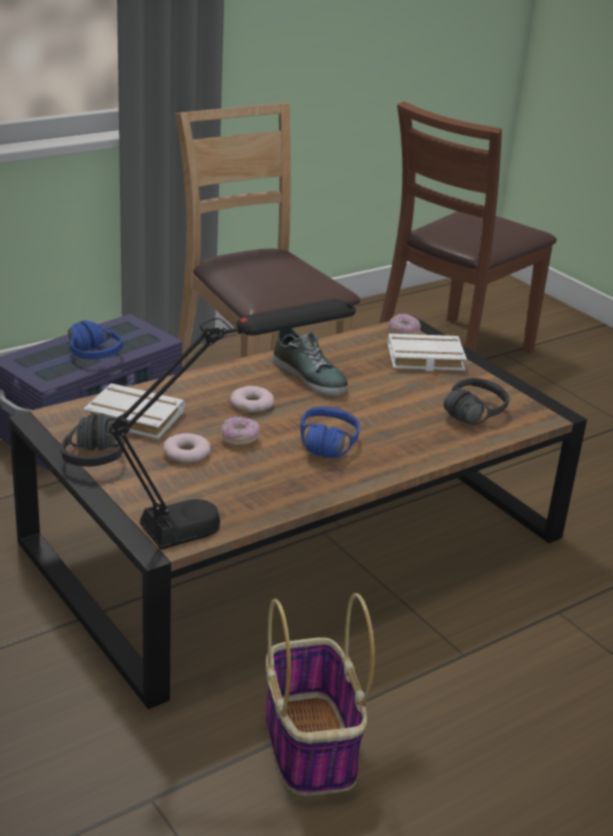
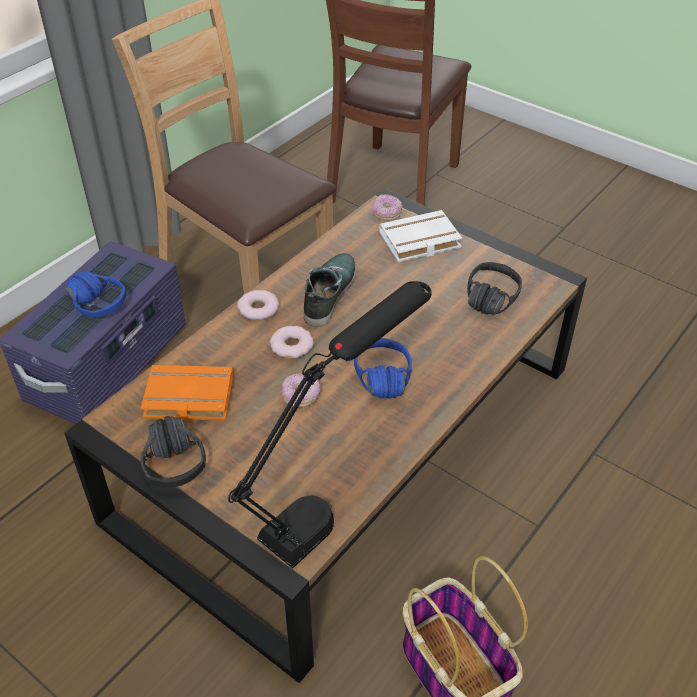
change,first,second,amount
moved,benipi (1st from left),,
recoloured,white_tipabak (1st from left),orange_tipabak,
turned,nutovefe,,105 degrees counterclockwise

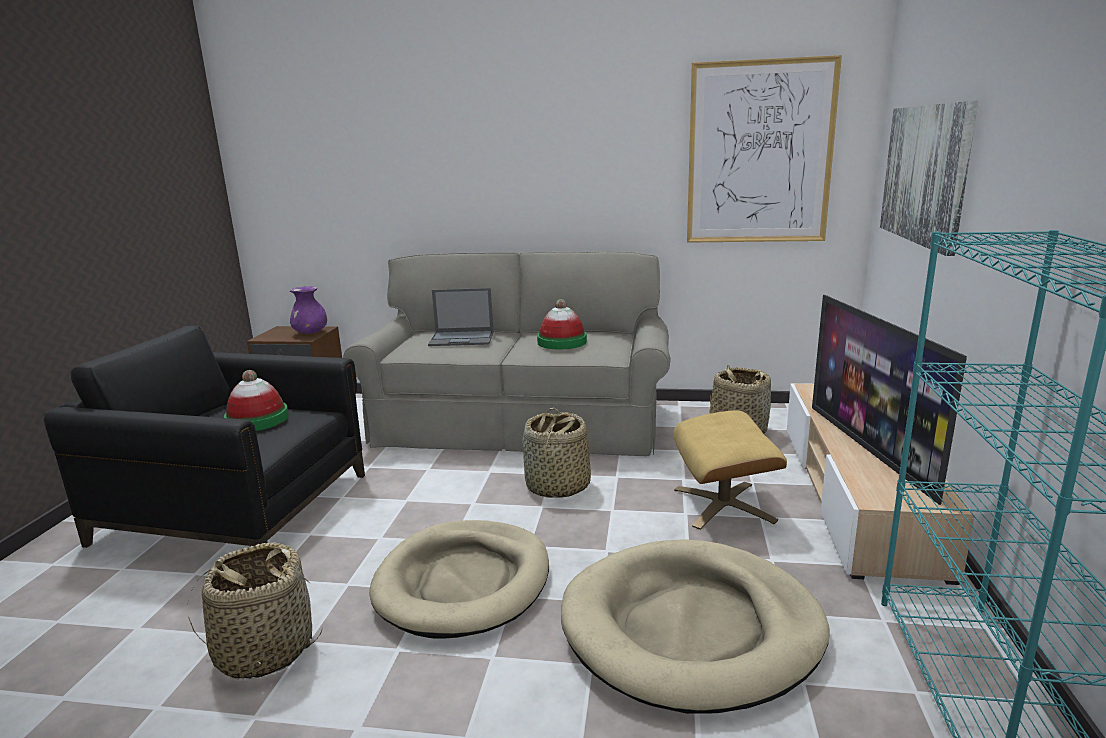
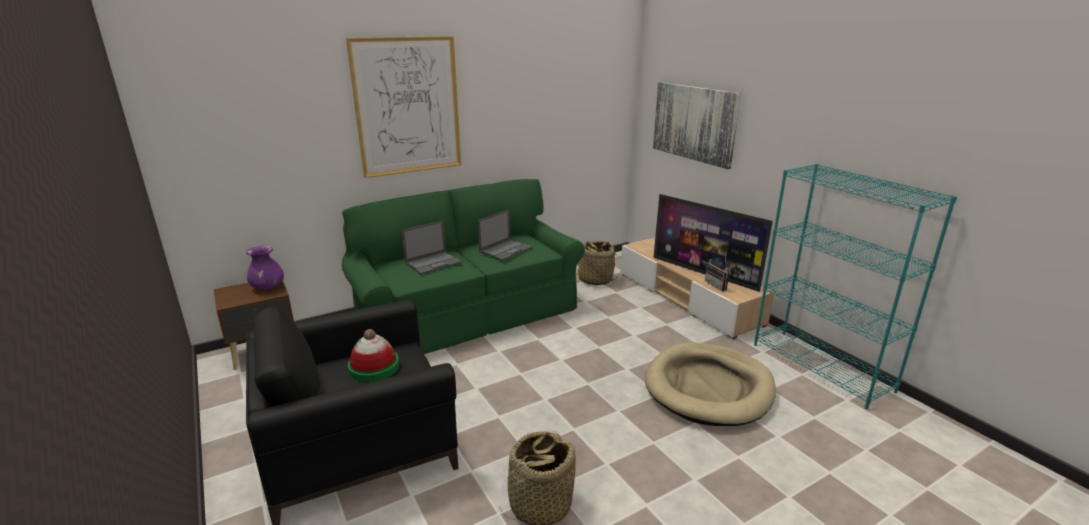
change,first,second,amount
removed,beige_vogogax (1st from left),,
removed,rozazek (2nd from left),,
removed,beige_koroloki,,
added,,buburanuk,
moved,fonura (1st from left),,
replaced,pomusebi (2nd from left),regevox (2nd from left),
recoloured,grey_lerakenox,green_lerakenox,

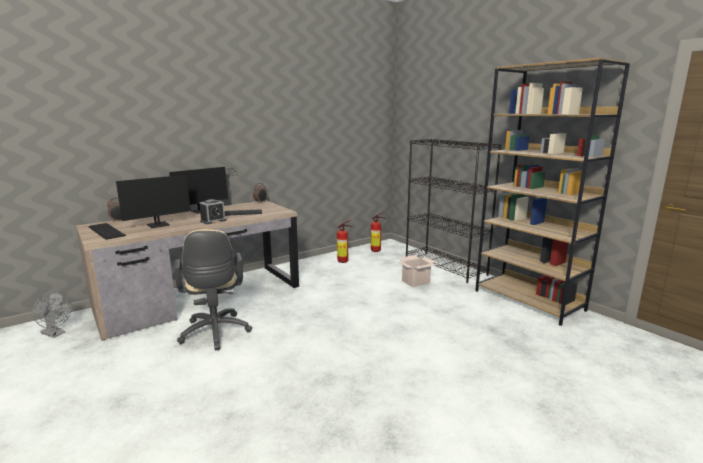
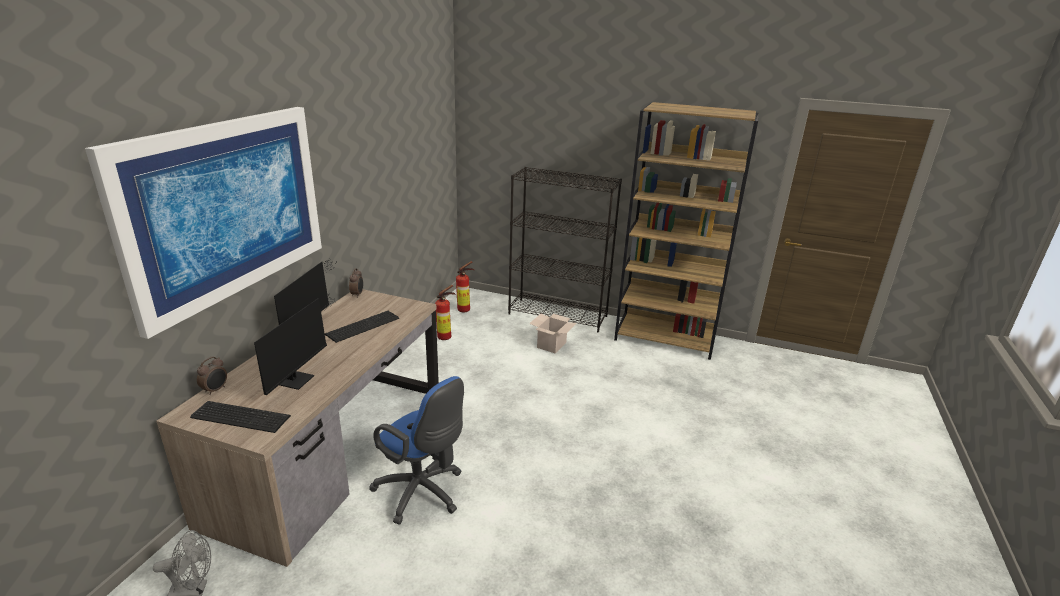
change,first,second,amount
removed,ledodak (2nd from left),,
added,,fonura,
recoloured,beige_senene,blue_senene,

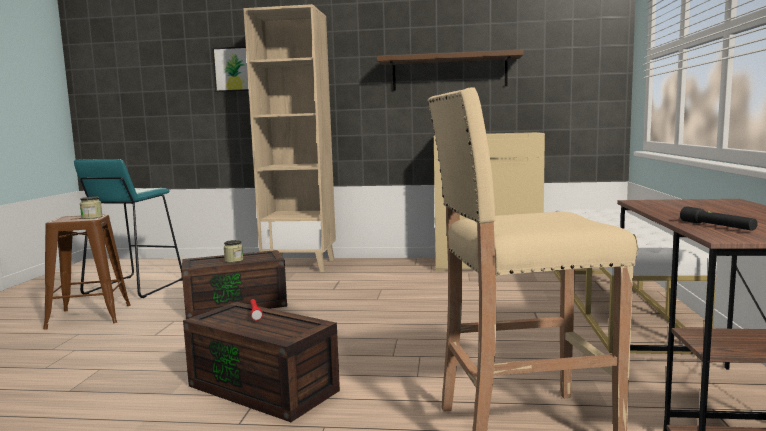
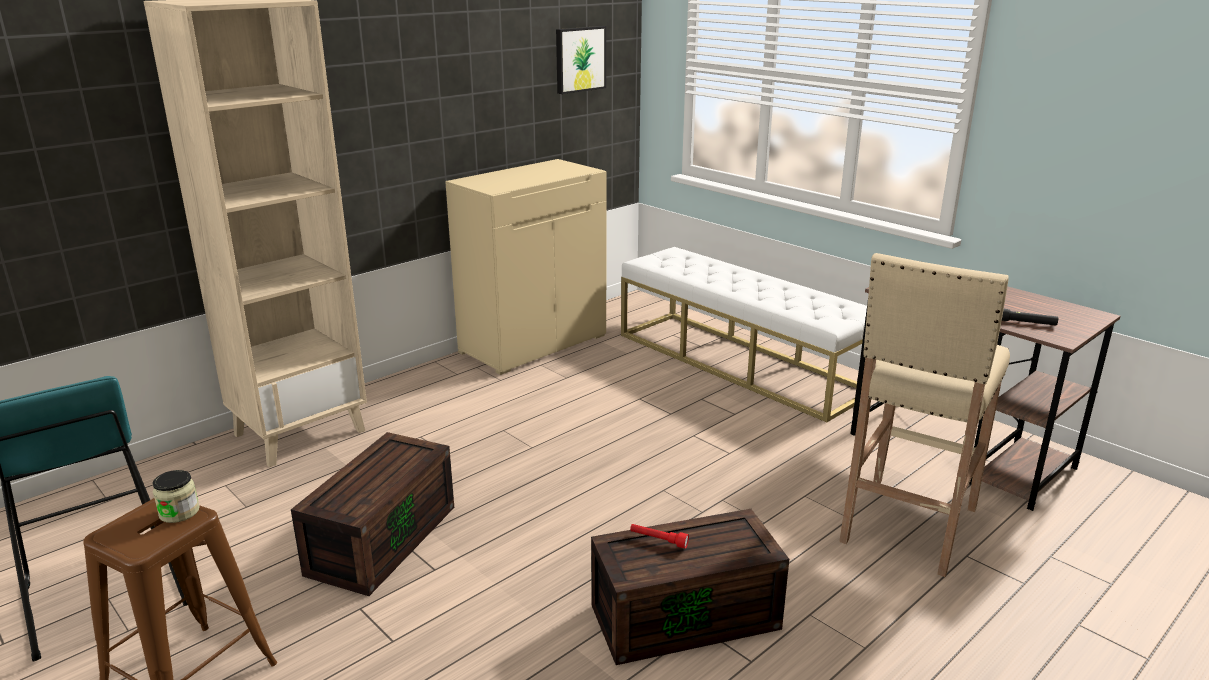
change,first,second,amount
removed,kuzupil (2nd from left),,
removed,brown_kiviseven,,
moved,fonura,,

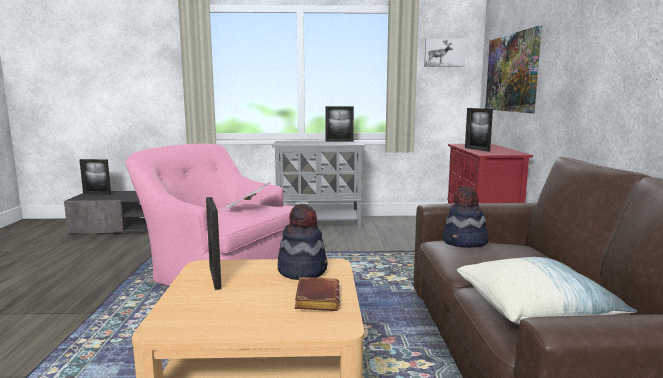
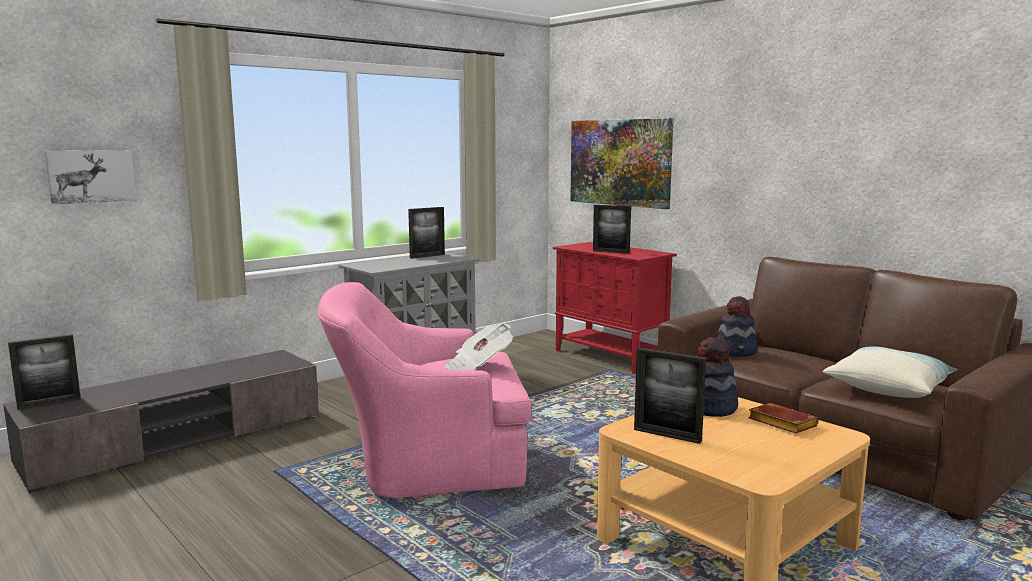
change,first,second,amount
moved,fonura (1st from left),,

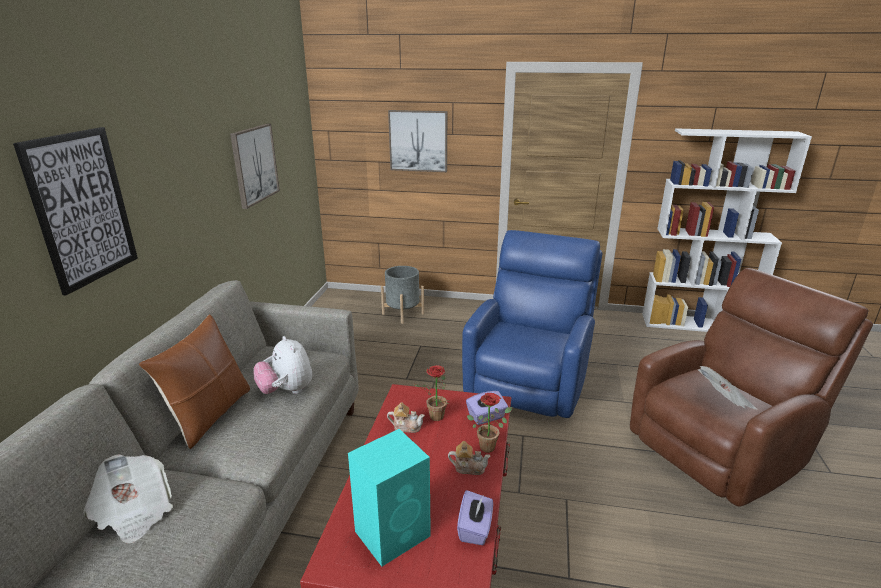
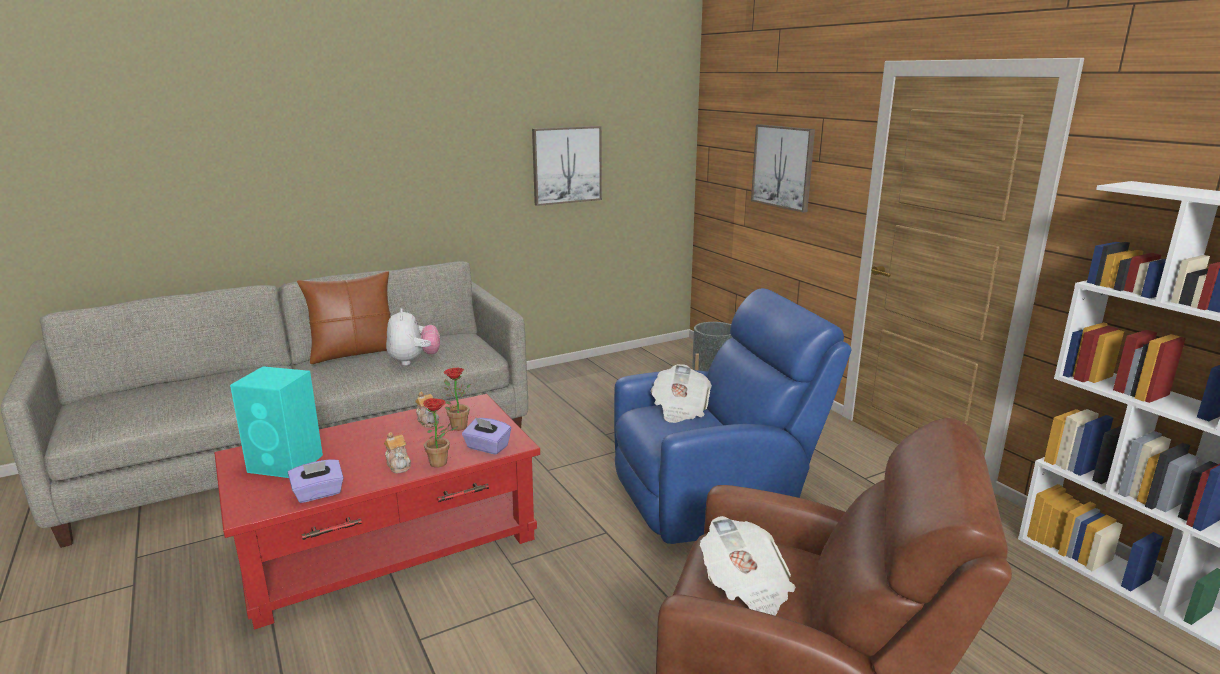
change,first,second,amount
removed,fonura (1st from left),,
moved,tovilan (1st from left),,
turned,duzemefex,,150 degrees clockwise

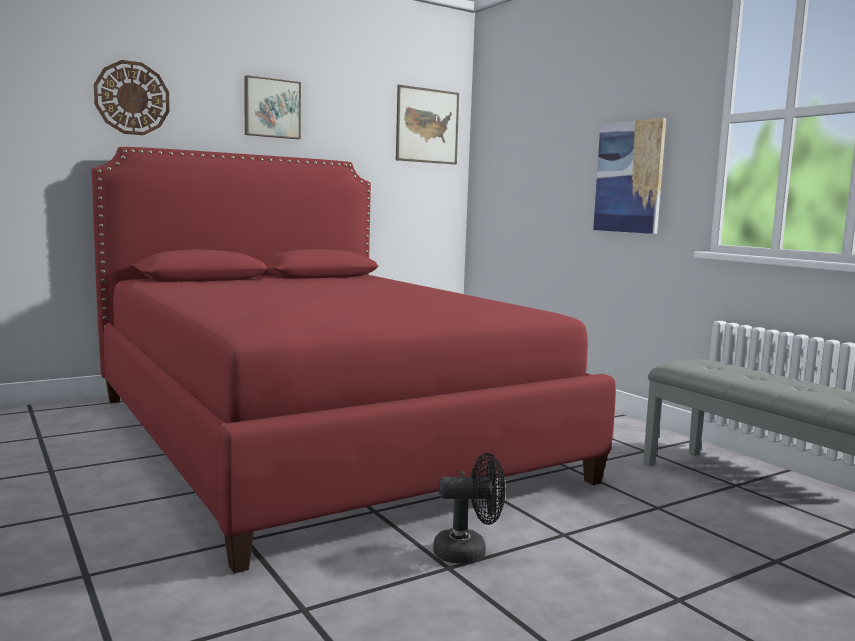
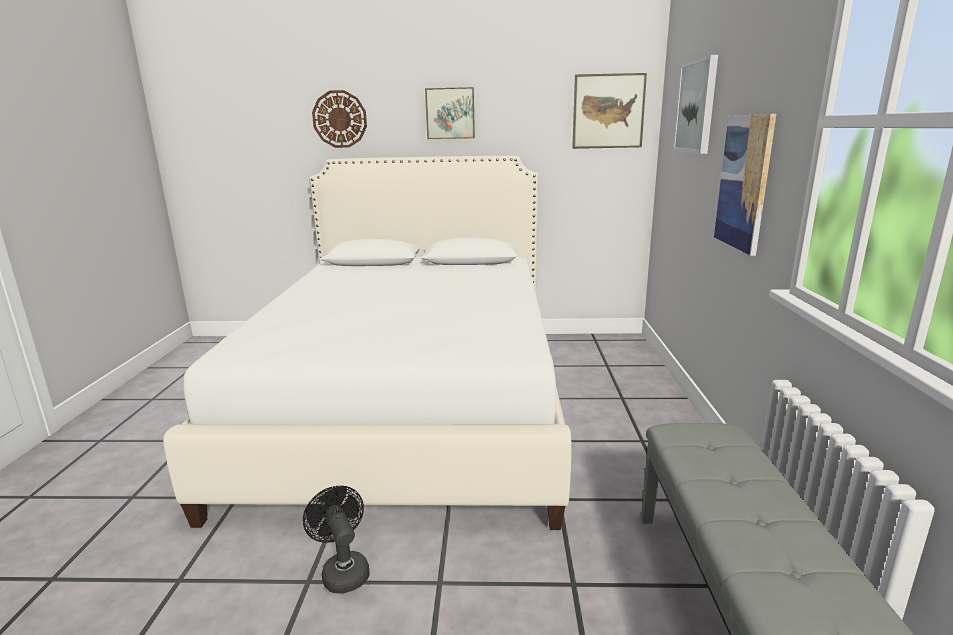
change,first,second,amount
added,,fonura (3rd from left),
recoloured,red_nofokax,white_nofokax,
turned,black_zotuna,,150 degrees counterclockwise

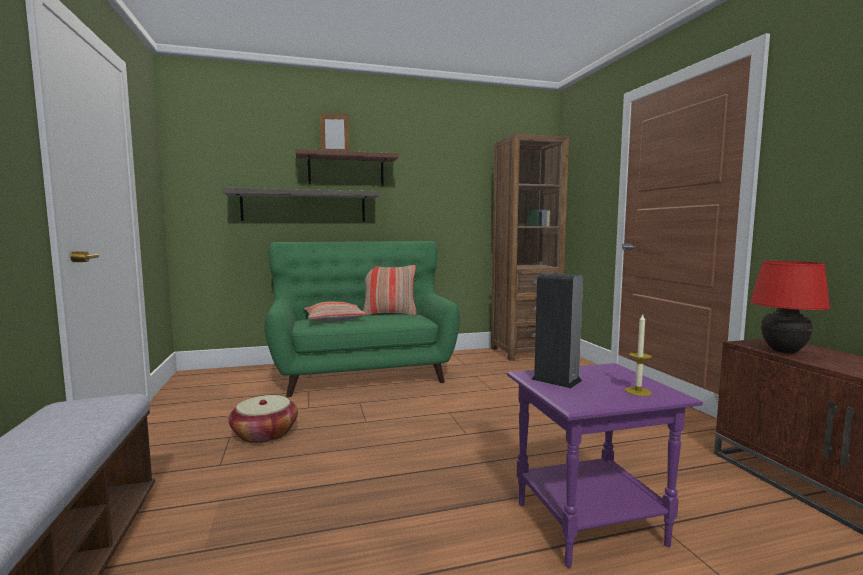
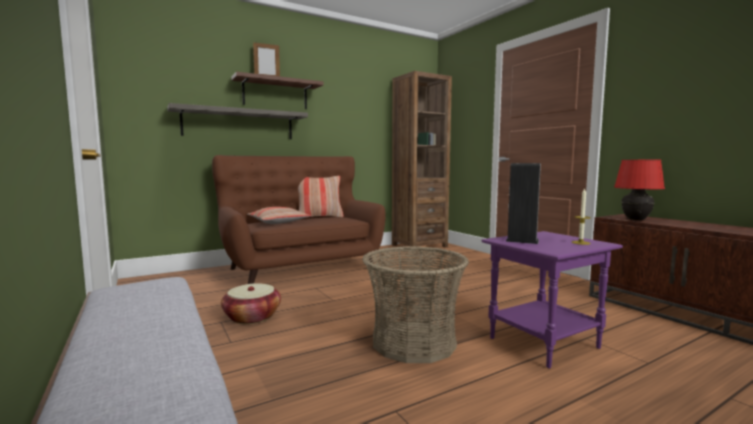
change,first,second,amount
added,,rozazek (2nd from left),
recoloured,green_lerakenox,brown_lerakenox,

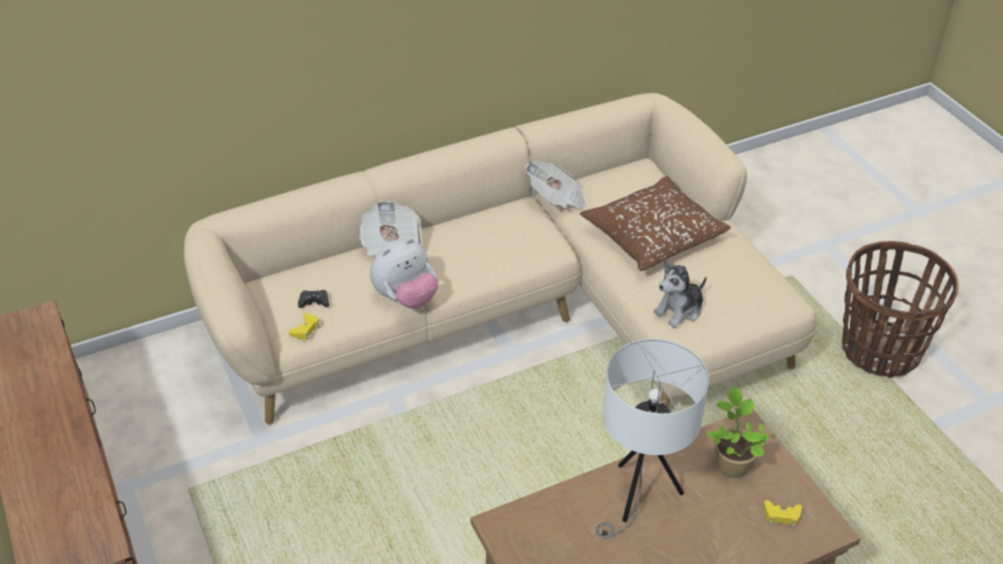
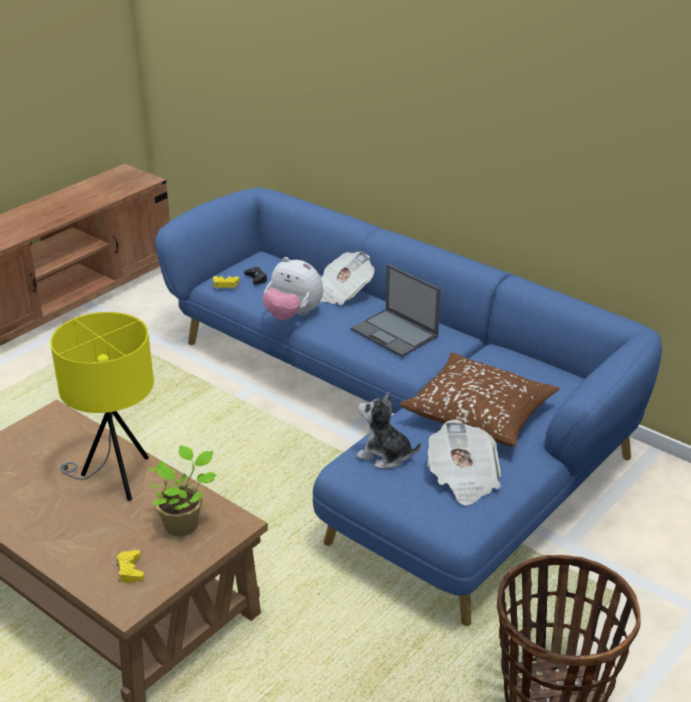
change,first,second,amount
added,,regevox,
moved,tovilan (2nd from left),,
recoloured,beige_lerakenox,blue_lerakenox,
recoloured,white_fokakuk,yellow_fokakuk,

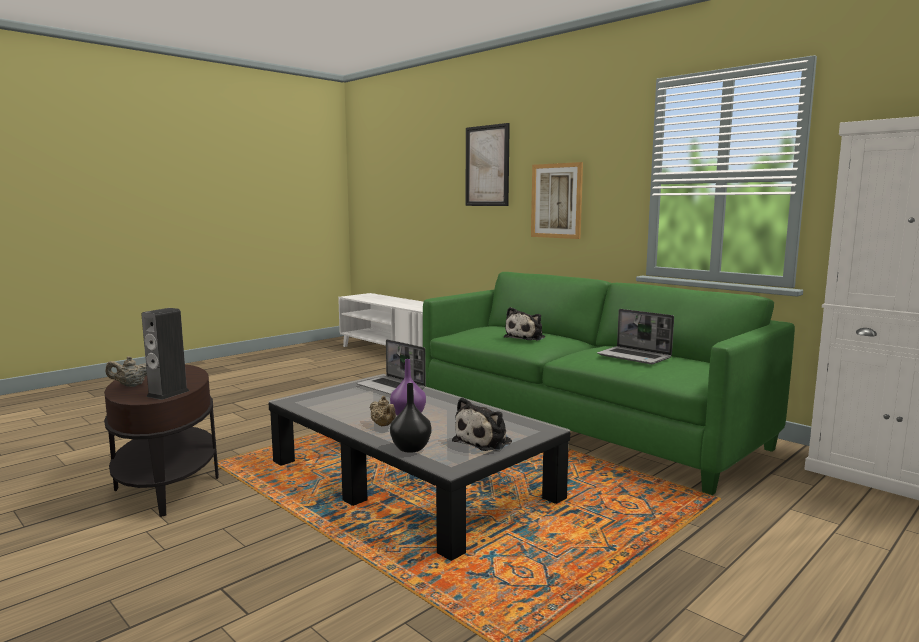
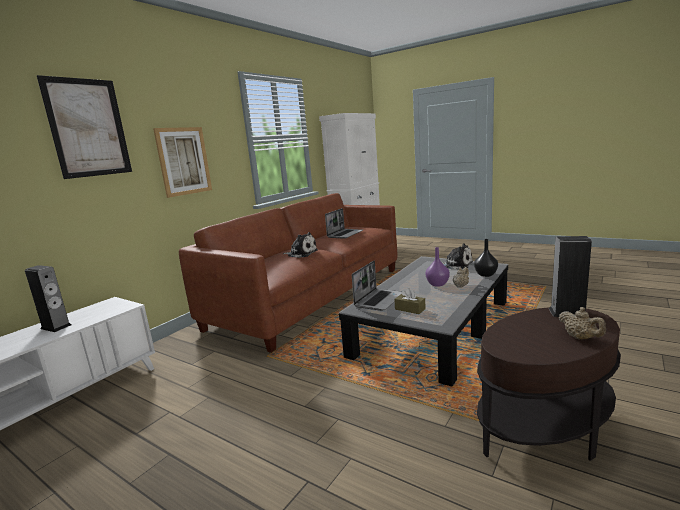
change,first,second,amount
added,,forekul (1st from left),
added,,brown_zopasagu,
recoloured,green_lerakenox,brown_lerakenox,

